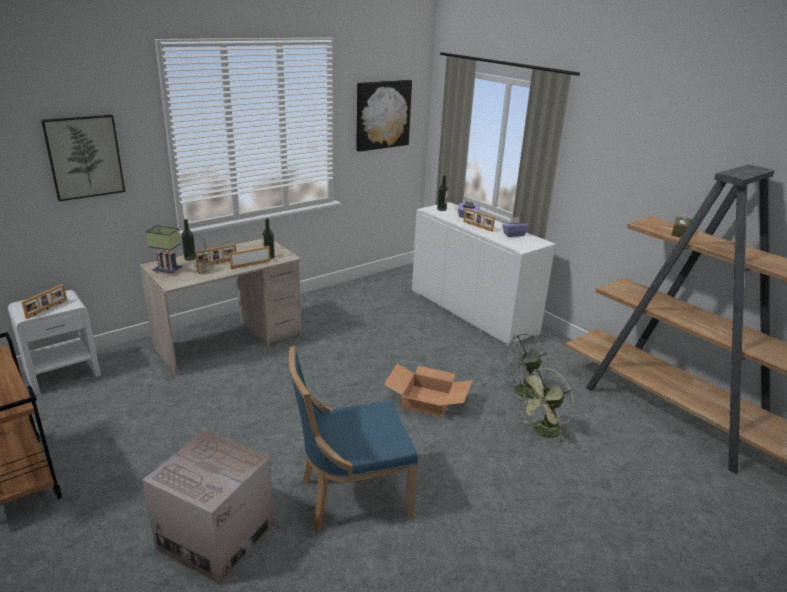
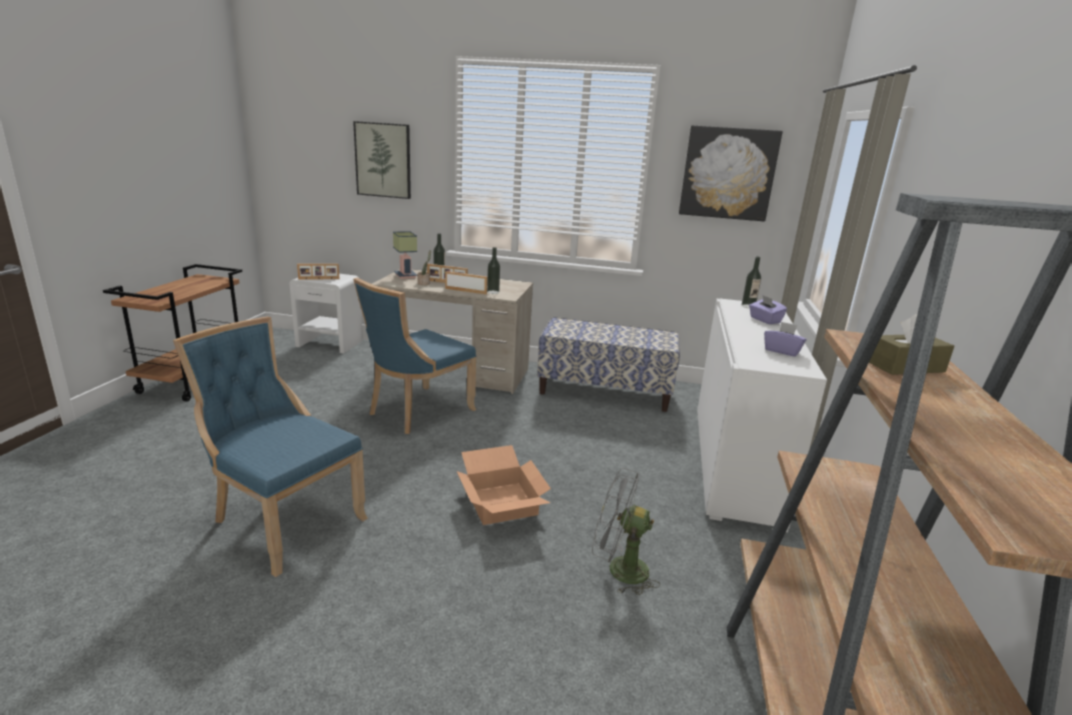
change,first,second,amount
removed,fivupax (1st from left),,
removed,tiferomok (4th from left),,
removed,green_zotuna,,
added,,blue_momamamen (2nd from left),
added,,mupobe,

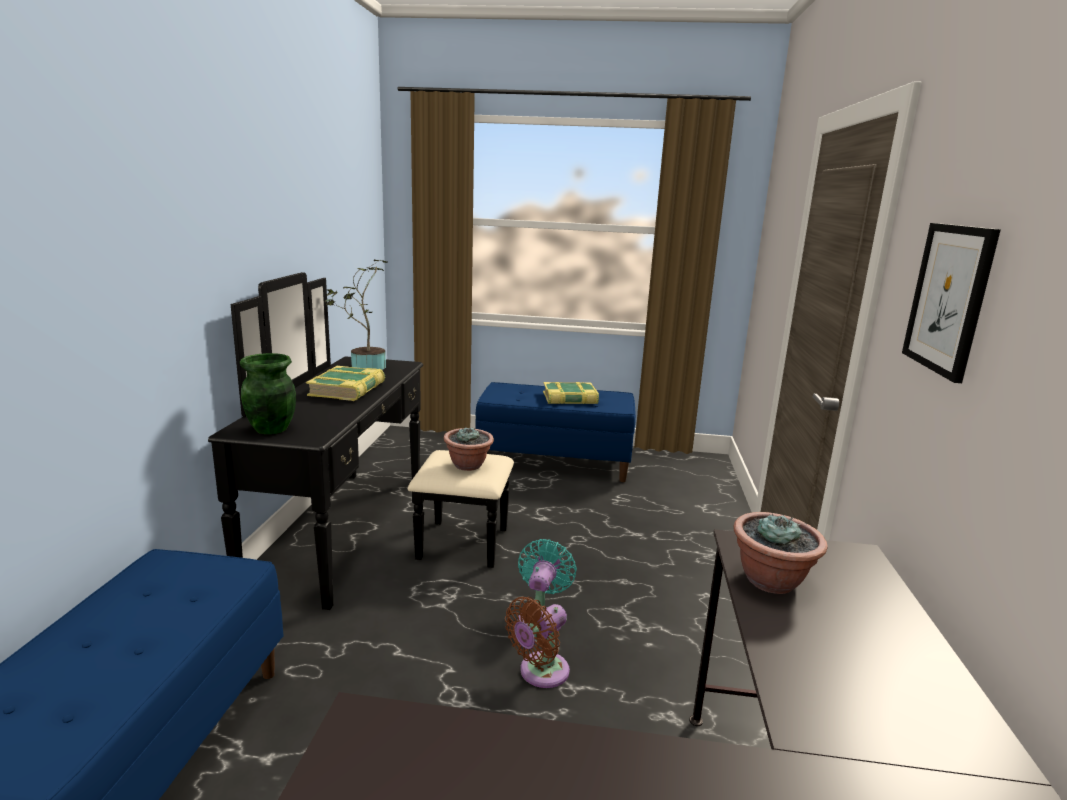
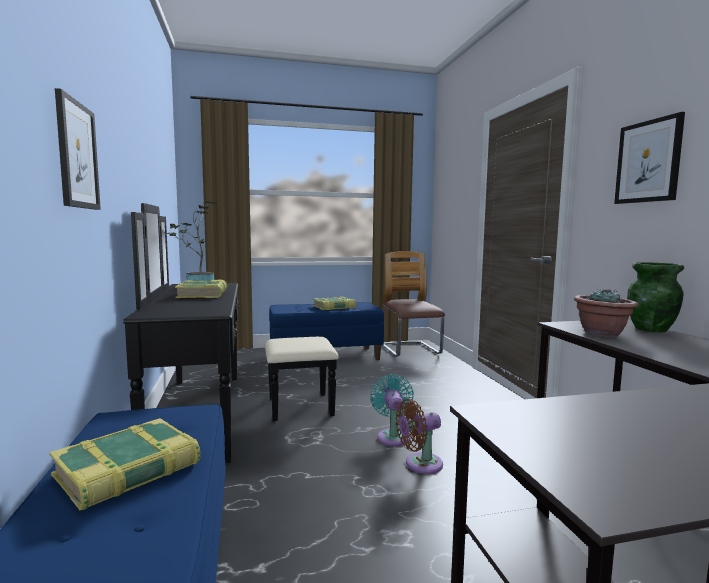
change,first,second,amount
removed,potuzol (2nd from left),,
added,,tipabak (1st from left),
added,,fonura (1st from left),
added,,momamamen,
moved,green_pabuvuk,,
turned,brown_zotuna,,45 degrees clockwise

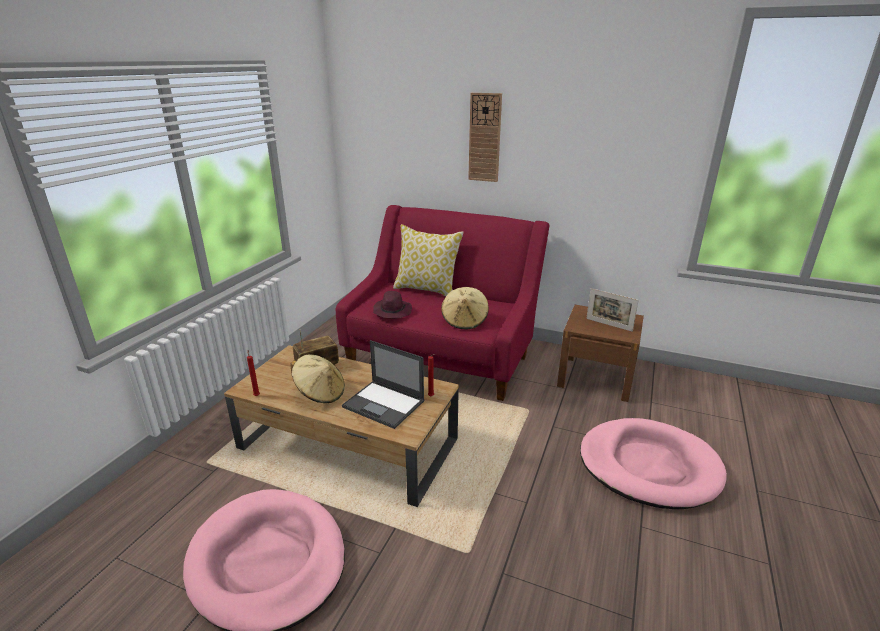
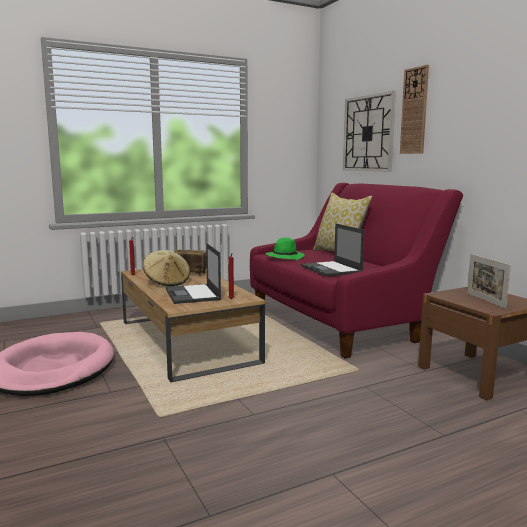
change,first,second,amount
removed,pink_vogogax (2nd from left),,
added,,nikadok (1st from left),
replaced,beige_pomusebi (2nd from left),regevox (2nd from left),
recoloured,purple_pomusebi,green_pomusebi,

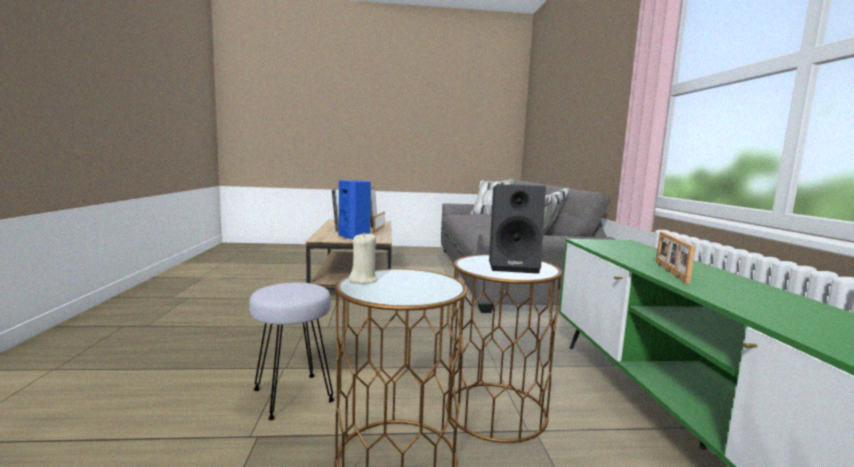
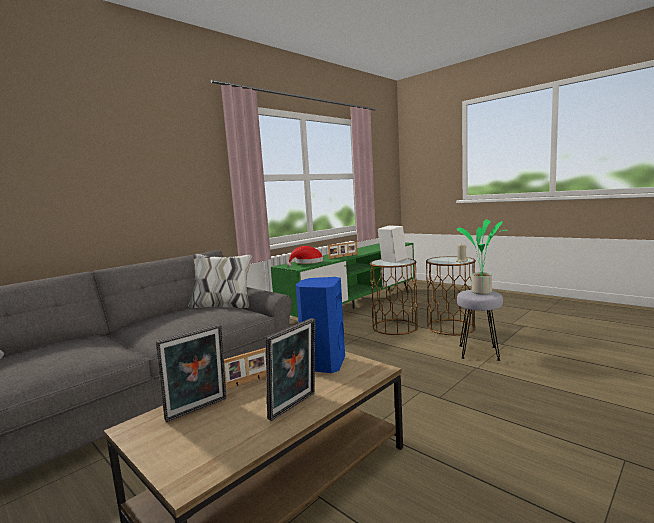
change,first,second,amount
added,,red_pomusebi,
added,,potuzol,
recoloured,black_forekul,white_forekul,

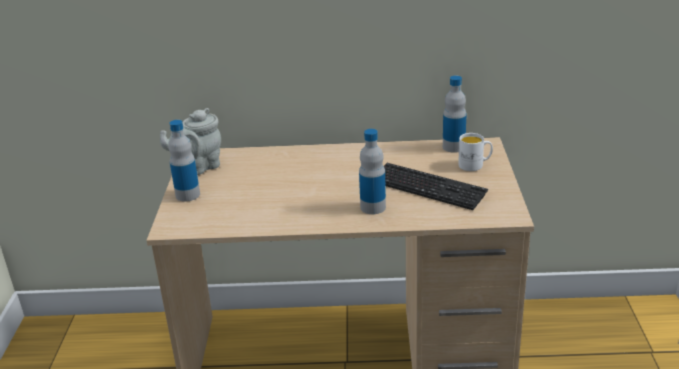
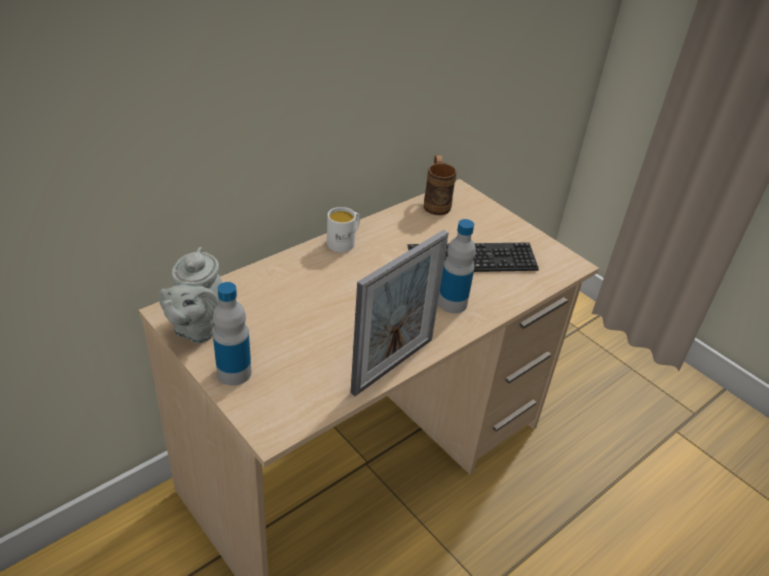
change,first,second,amount
added,,tiferomok,
moved,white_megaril,,
replaced,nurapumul (3rd from left),brown_megaril,

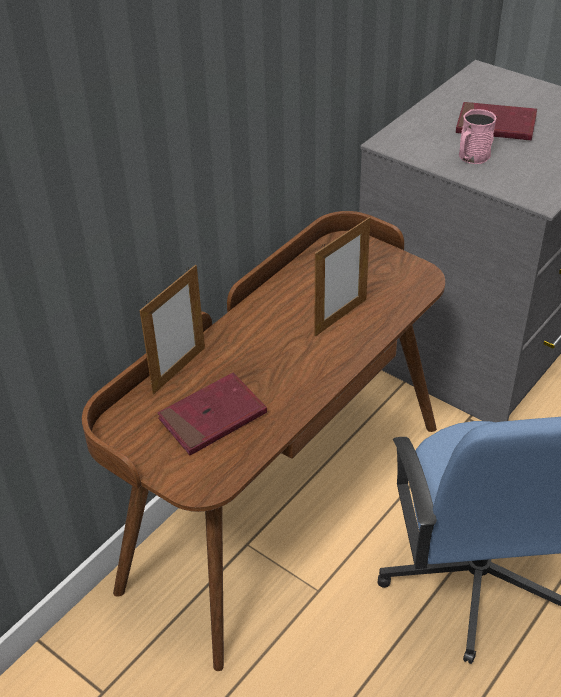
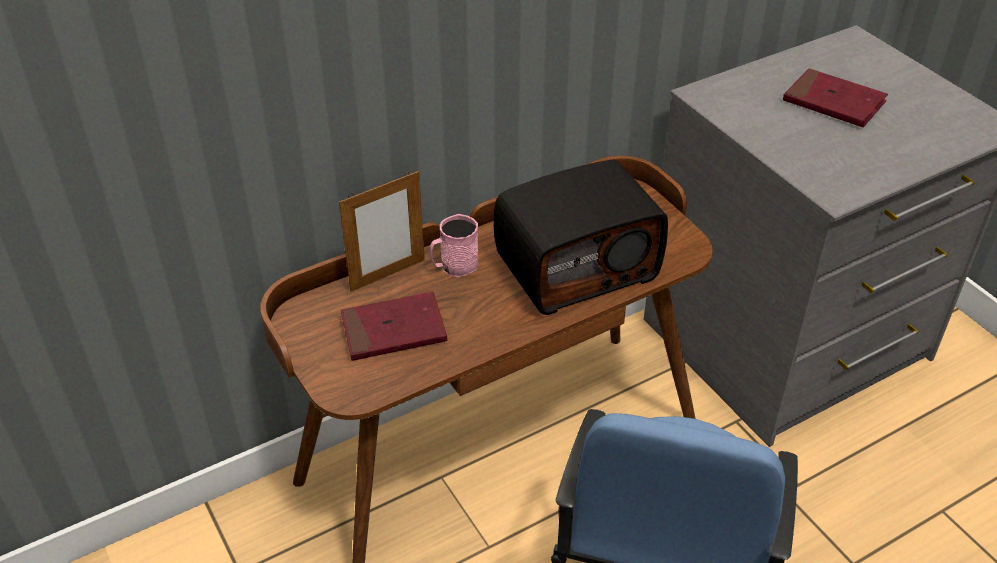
change,first,second,amount
moved,pink_megaril,,
replaced,tiferomok (2nd from left),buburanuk,

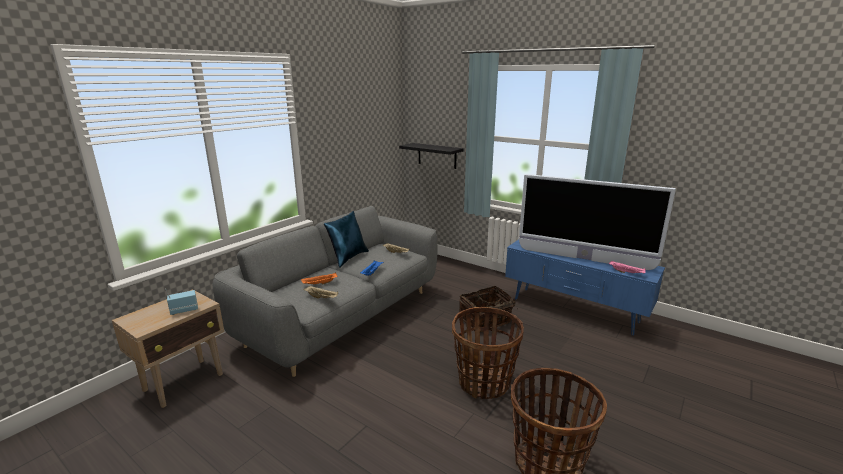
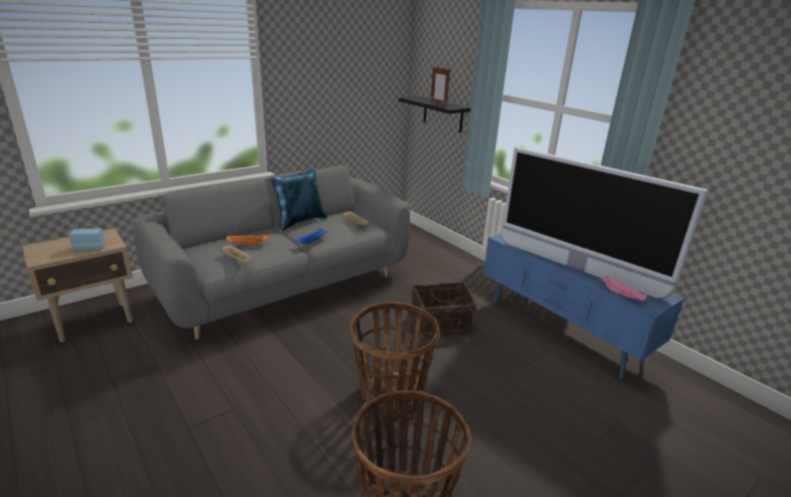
change,first,second,amount
added,,tiferomok,

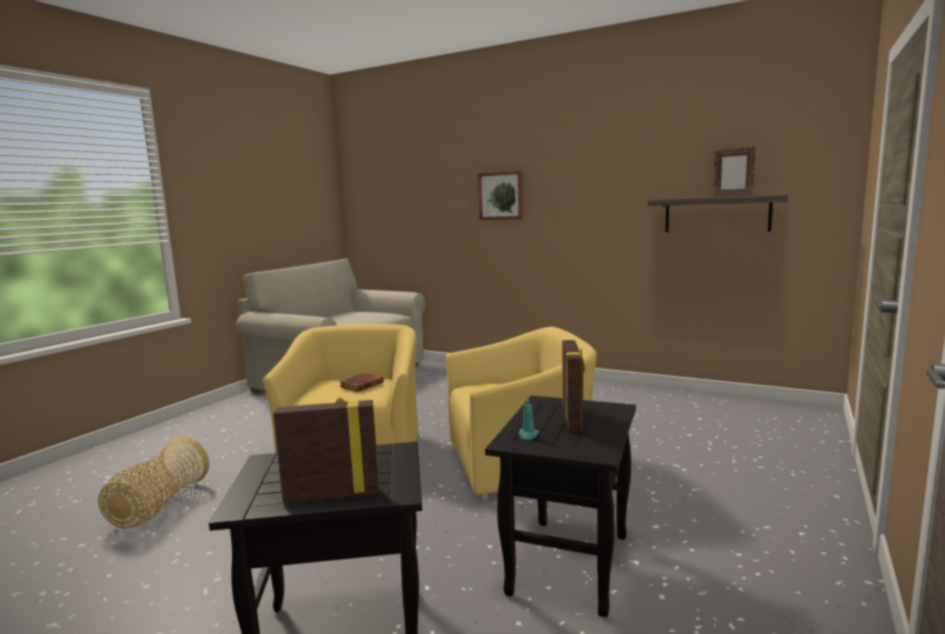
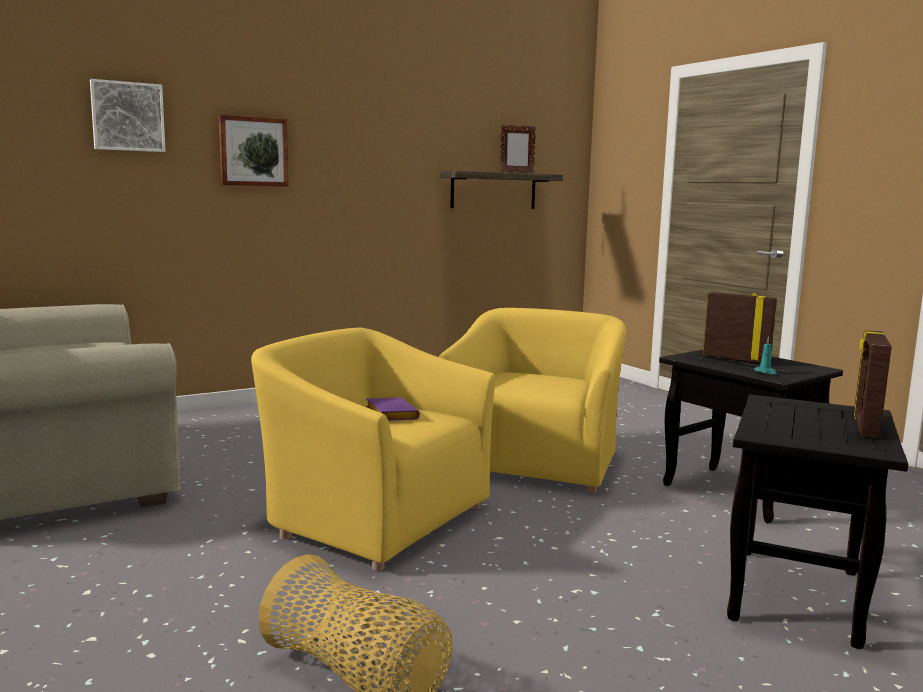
change,first,second,amount
added,,fonura (1st from left),
recoloured,brown_tipabak,purple_tipabak,

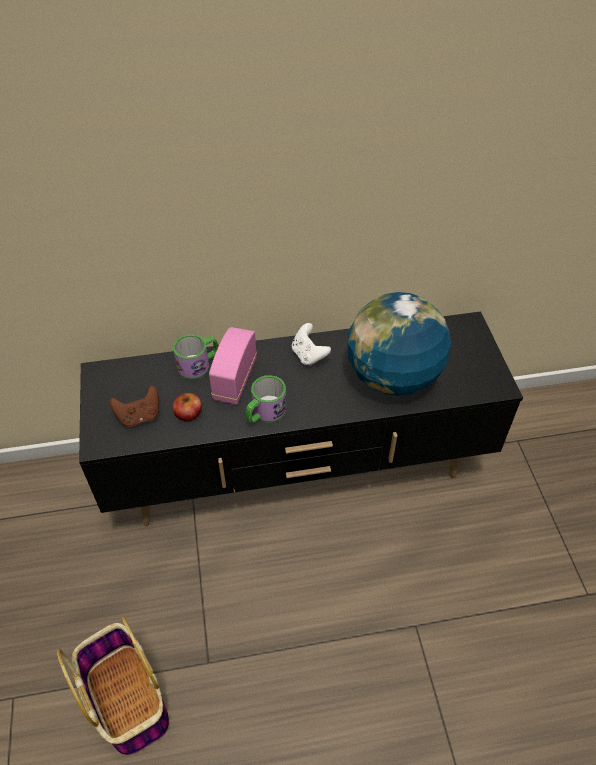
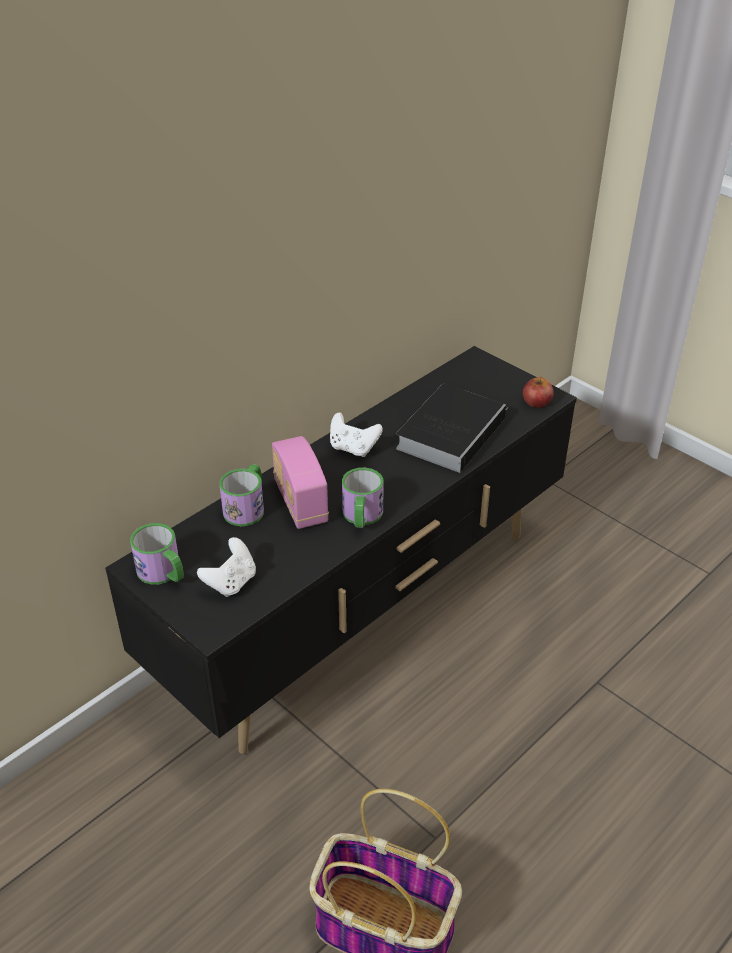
change,first,second,amount
added,,megaril (1st from left),
moved,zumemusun,,
replaced,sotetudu,tipabak,
recoloured,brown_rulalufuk,white_rulalufuk (1st from left),

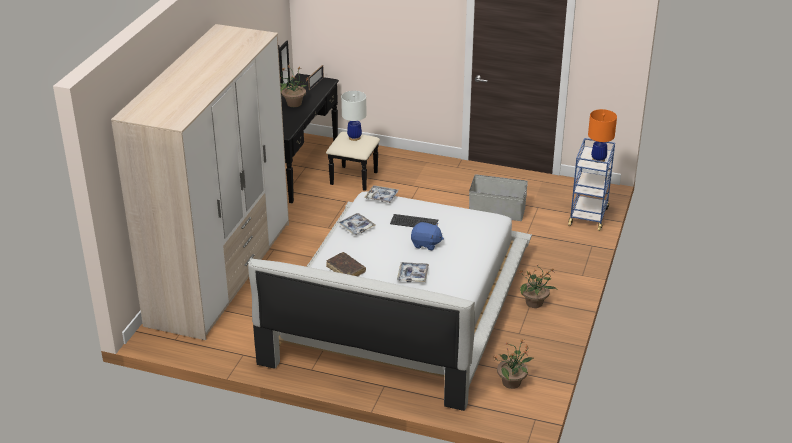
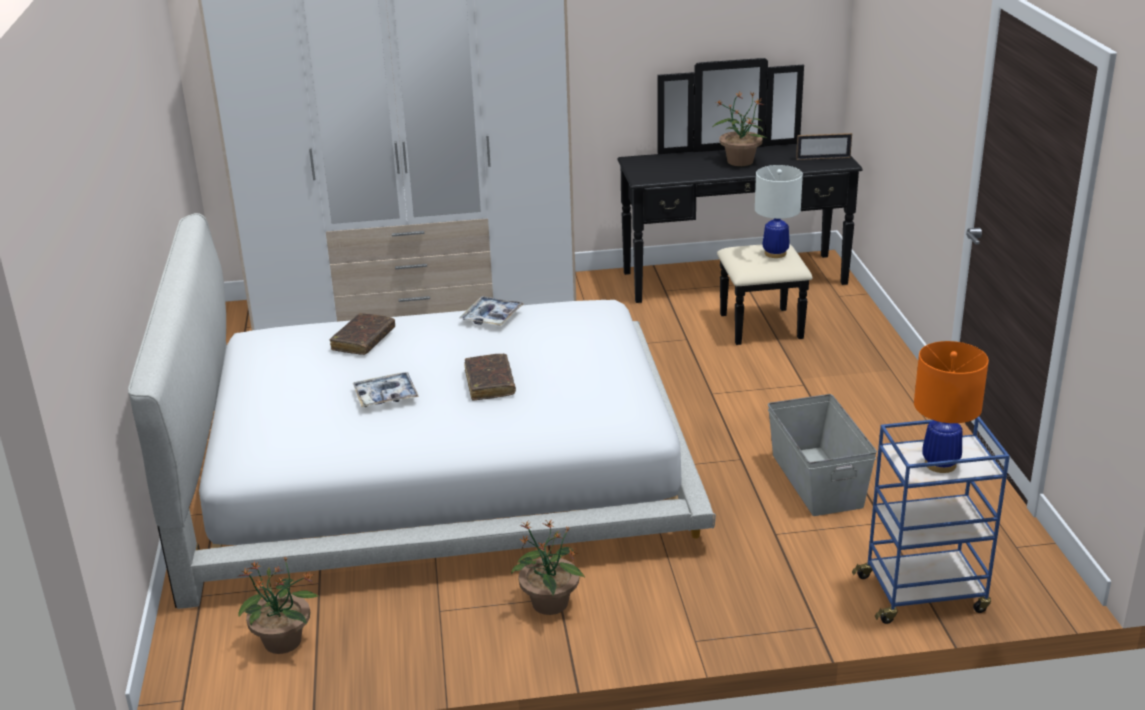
change,first,second,amount
removed,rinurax (2nd from left),,
removed,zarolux,,
replaced,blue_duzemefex,brown_tipabak (2nd from left),

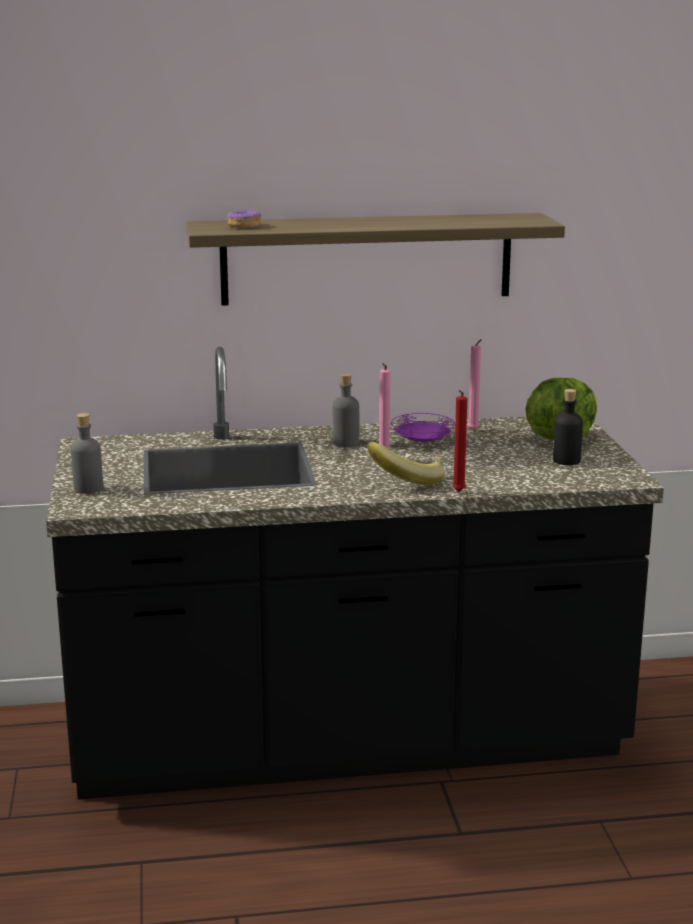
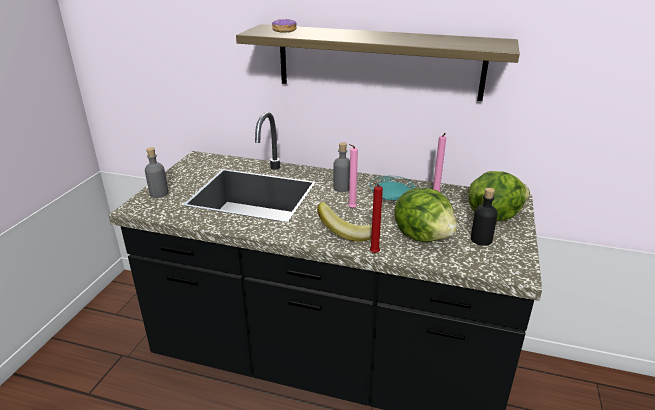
change,first,second,amount
added,,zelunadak (1st from left),
recoloured,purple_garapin,turquoise_garapin,

